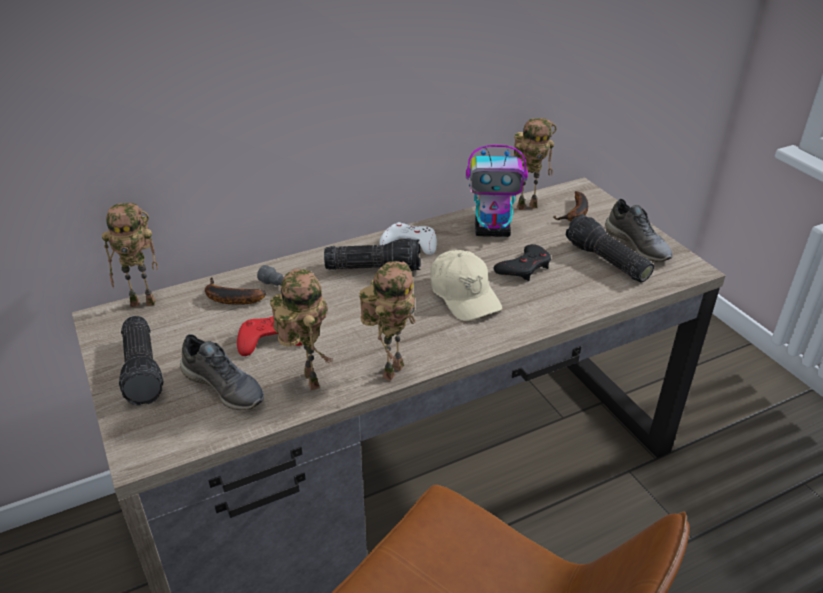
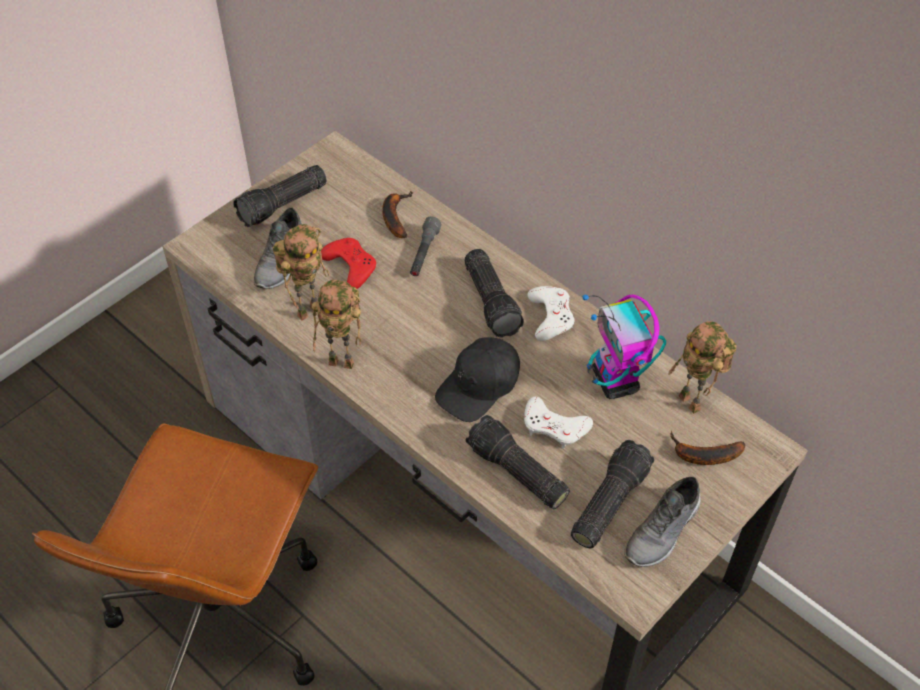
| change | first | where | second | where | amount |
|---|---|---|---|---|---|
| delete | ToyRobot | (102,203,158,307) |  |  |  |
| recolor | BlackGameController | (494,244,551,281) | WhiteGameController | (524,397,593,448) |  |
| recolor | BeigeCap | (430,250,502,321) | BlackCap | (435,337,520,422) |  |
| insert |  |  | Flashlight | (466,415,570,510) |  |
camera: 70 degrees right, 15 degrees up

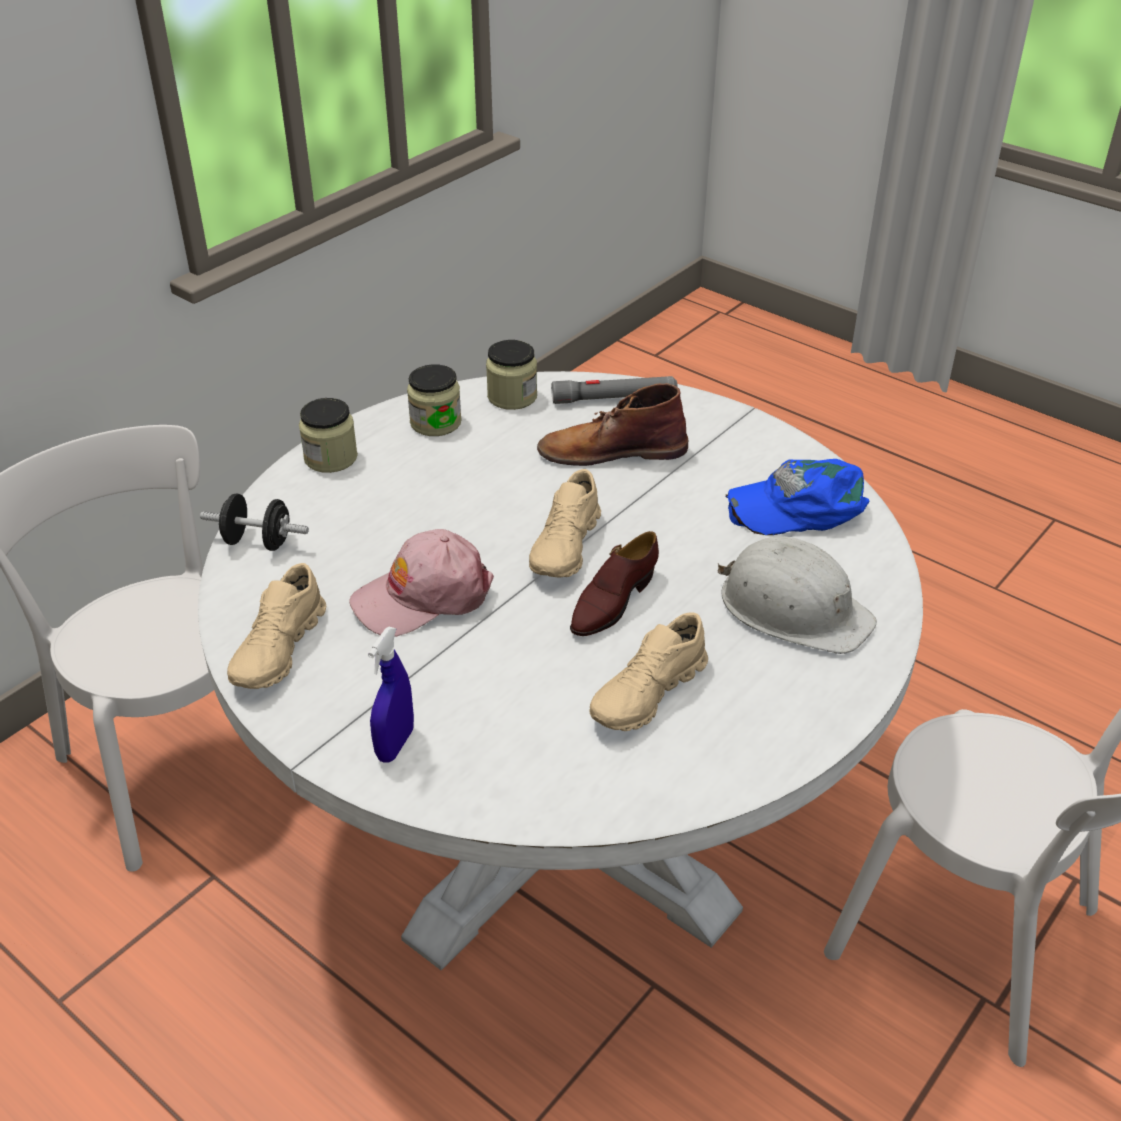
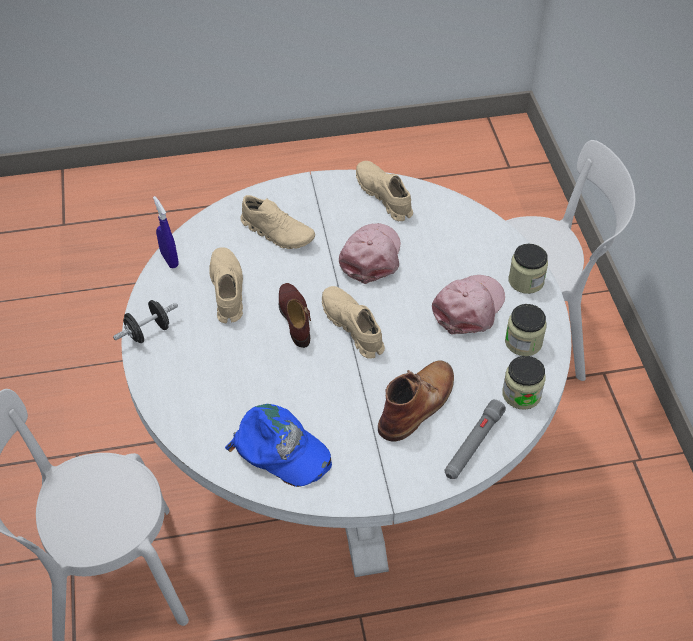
| change | first | where | second | where | amount |
|---|---|---|---|---|---|
| rotate | BlueCap | (725,459,870,535) |  | (225,404,332,487) | 90 degrees clockwise |
| move | BlackDumbbell | (200,494,309,551) |  | (113,300,178,343) |  |
| delete | WhiteHardHat | (718,536,877,654) |  |  |  |
| move | BlueSprayBottle | (368,627,414,763) |  | (153,196,179,268) |  |
| insert |  |  | BeigeShoe | (240,195,315,249) |  |
| insert |  |  | PinkCap | (432,275,505,334) |  |
camera: 130 degrees right, 10 degrees up

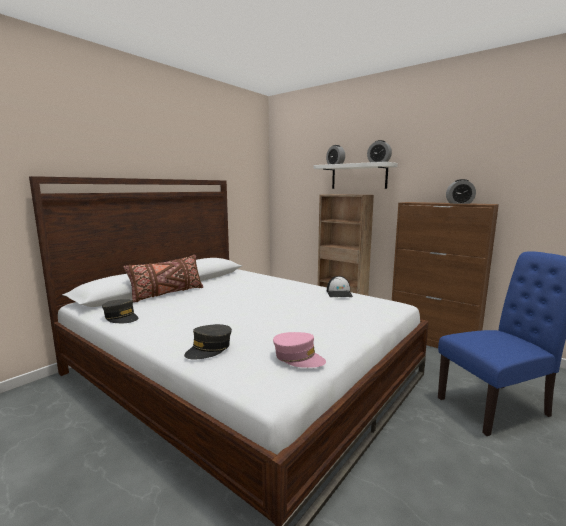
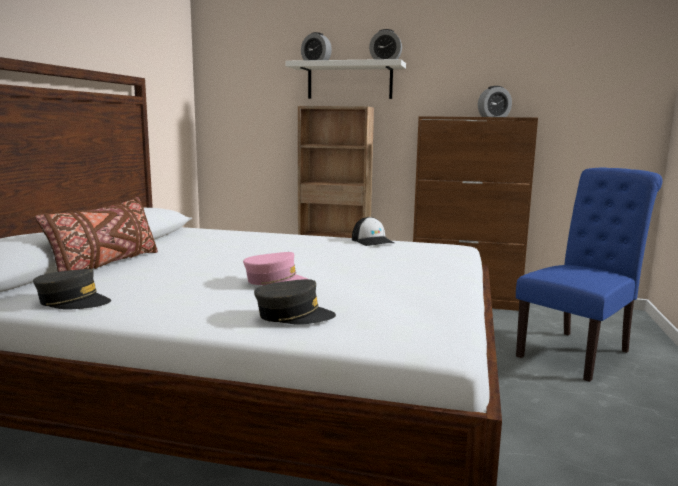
| change | first | where | second | where | amount |
|---|---|---|---|---|---|
| rotate | GreyCap | (184,324,232,360) |  | (254,279,336,325) | 105 degrees counterclockwise |
| move | PinkCap | (273,332,326,368) |  | (243,252,308,285) |  |
camera: 25 degrees left, 0 degrees up

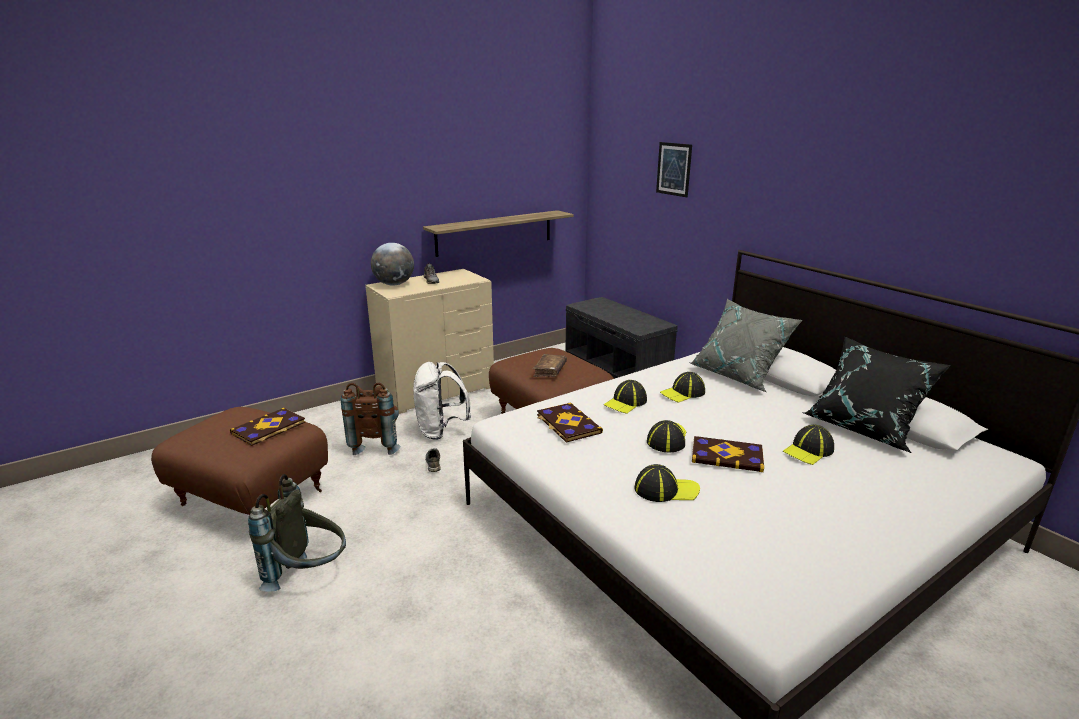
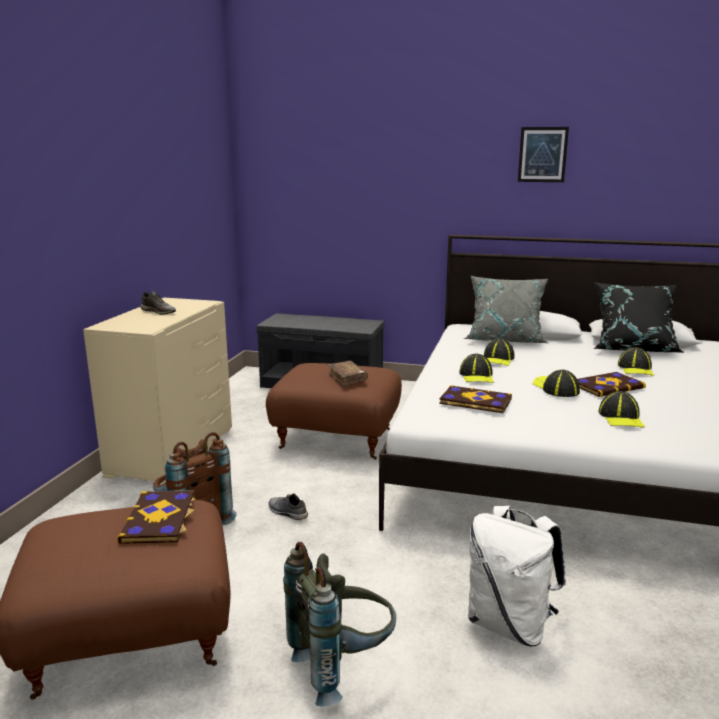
| change | first | where | second | where | amount |
|---|---|---|---|---|---|
| move | Picture | (656,142,692,197) |  | (518,127,569,182) |  |
| delete | Shelf | (423,210,574,257) |  |  |  |
| delete | Globe | (371,243,414,286) |  |  |  |
| move | WhiteBackpack | (413,362,471,440) |  | (468,505,566,646) |  |
| rotate | Cap | (635,464,700,502) |  | (598,391,645,427) | 135 degrees clockwise |
camera: 40 degrees left, 5 degrees down

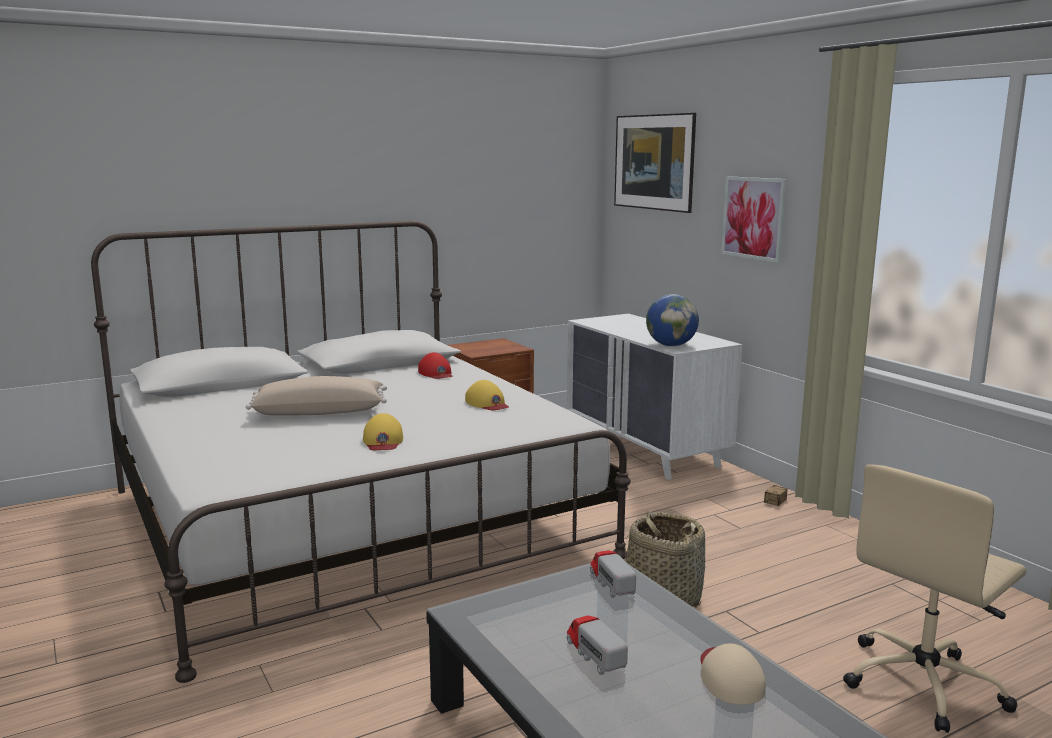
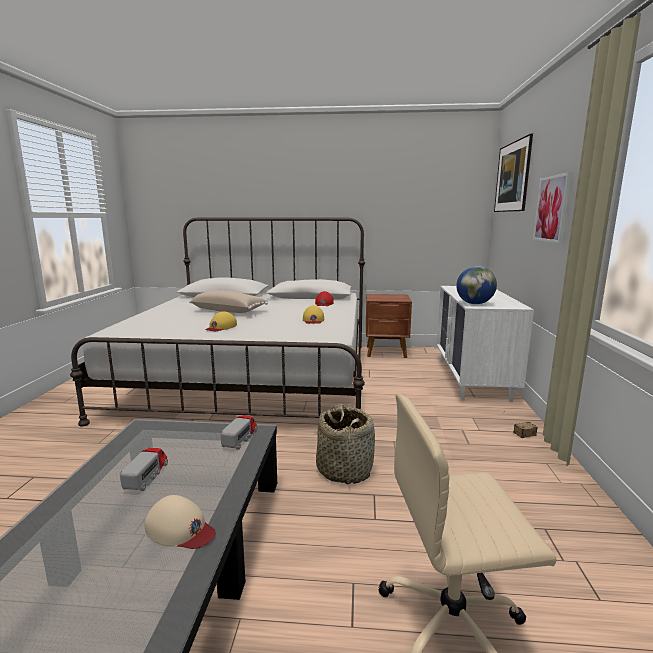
| change | first | where | second | where | amount |
|---|---|---|---|---|---|
| rotate | BeigeCap | (700,643,766,705) |  | (145,495,216,549) | 90 degrees clockwise |
camera: 35 degrees right, 0 degrees up

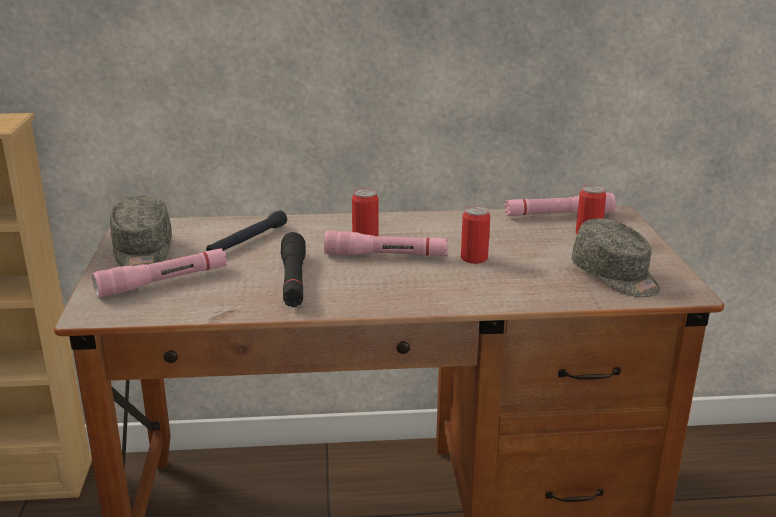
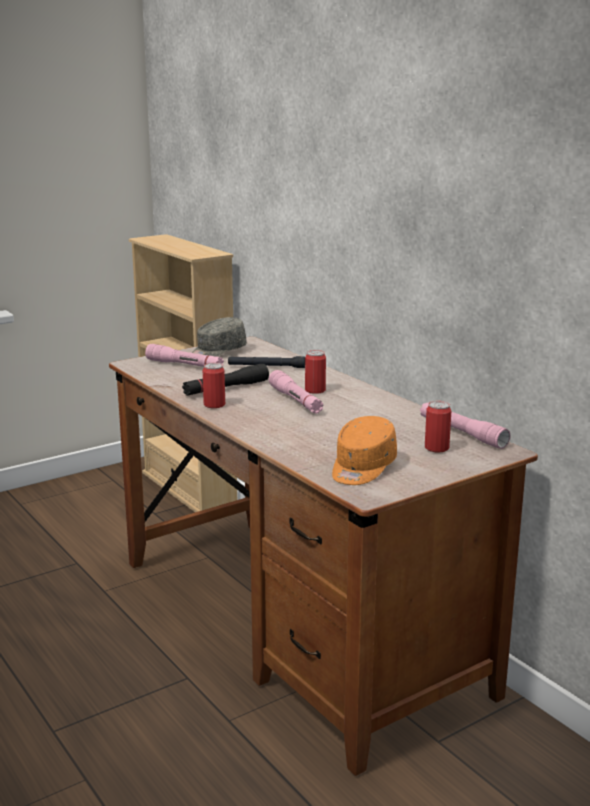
| change | first | where | second | where | amount |
|---|---|---|---|---|---|
| move | Can | (461,205,490,264) |  | (203,363,225,408) |  |
| recolor | GreyCap | (572,218,661,297) | OrangeCap | (332,416,397,485) |  |
camera: 60 degrees right, 5 degrees down

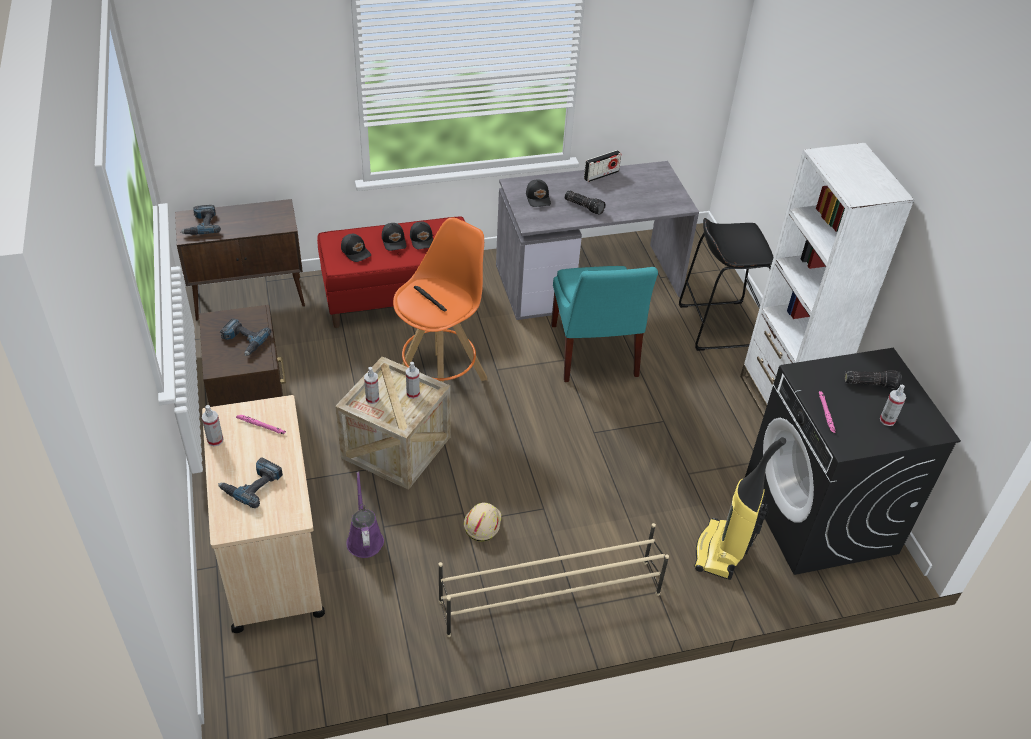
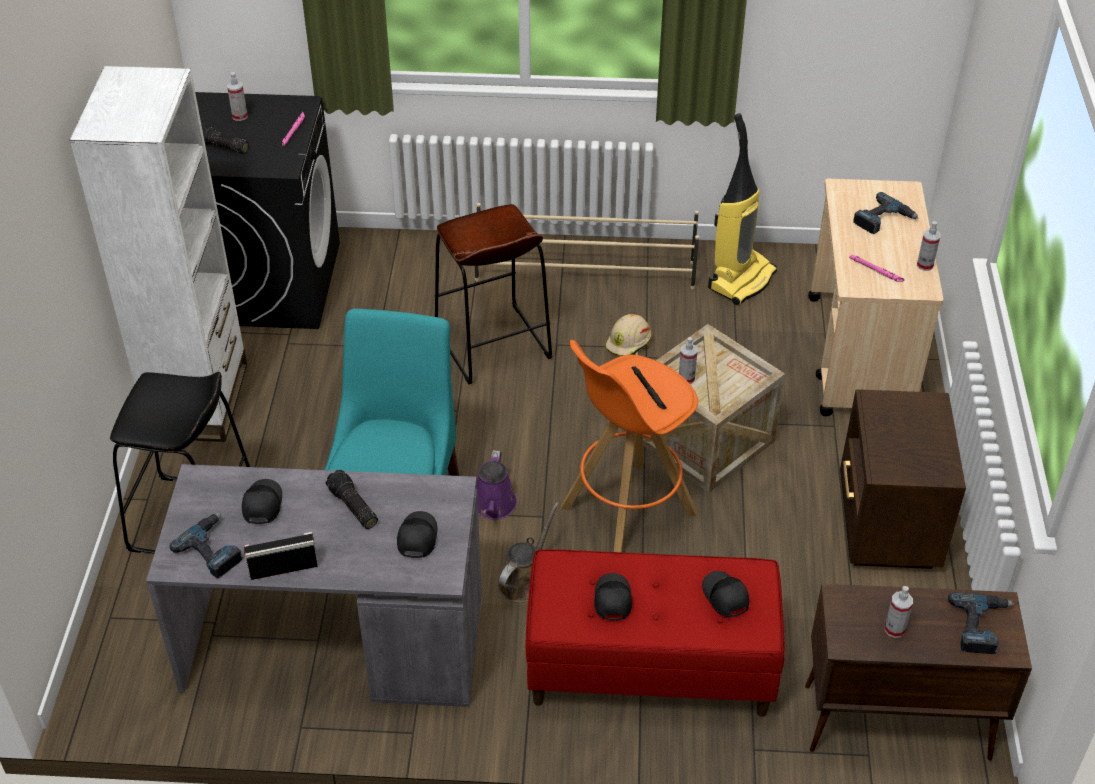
| change | first | where | second | where | amount |
|---|---|---|---|---|---|
| move | BlackCap | (382,223,407,251) |  | (242,479,282,524) |  |
| move | PowerDrill | (220,318,271,356) |  | (170,513,243,578) |  |
| move | SprayBottle | (364,367,379,404) |  | (885,586,913,638) |  |
| move | VacuumCleaner | (694,437,786,580) |  | (708,113,777,305) |  |
| move | PurpleWateringCan | (346,471,384,558) |  | (476,450,517,520) |  |
| insert |  |  | BrownStool | (435,204,552,385) |  |
| insert |  |  | BrownWateringCan | (498,502,559,603) |  |
camera: 160 degrees left, 0 degrees up

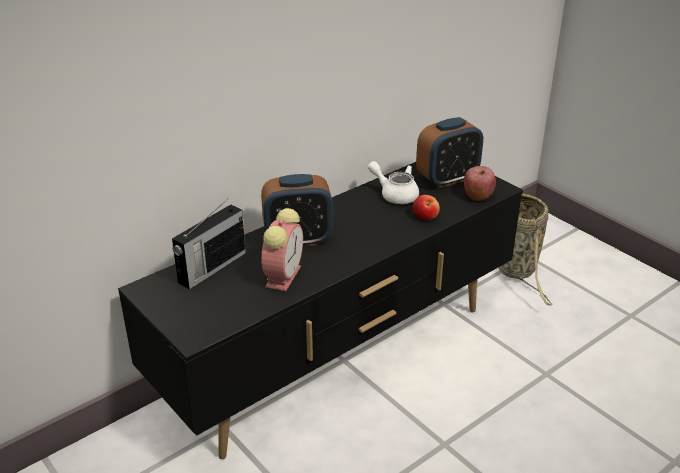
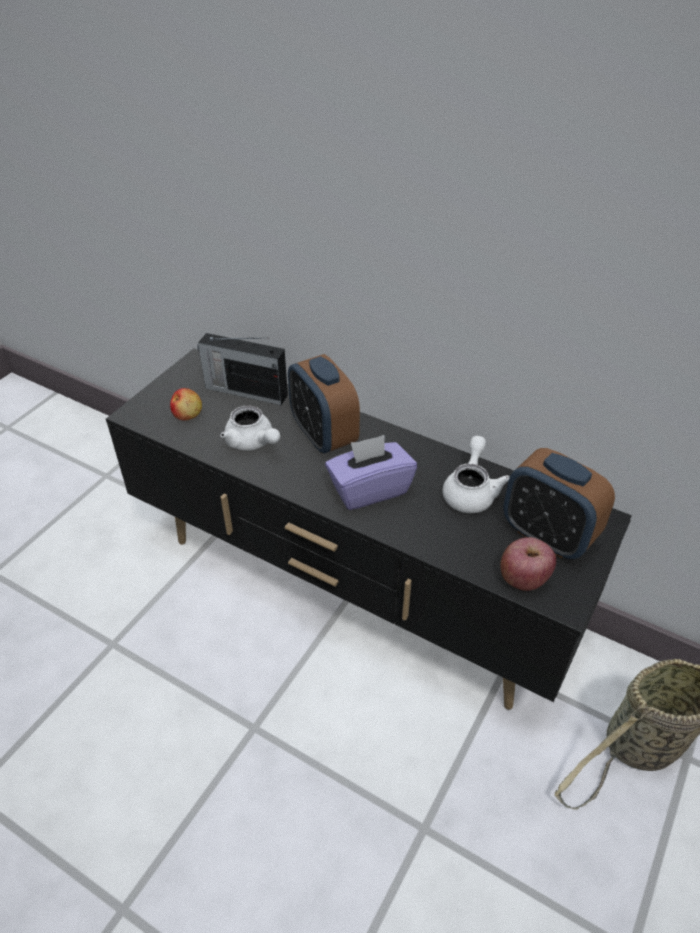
| change | first | where | second | where | amount |
|---|---|---|---|---|---|
| move | Apple | (413,195,440,220) |  | (170,388,202,421) |  |
| replace | AlarmClock | (261,208,303,291) | WhiteTeapot | (221,405,280,451) |  |
| insert |  |  | PurpleTissueBox | (325,435,417,510) |  |
camera: 70 degrees right, 10 degrees up

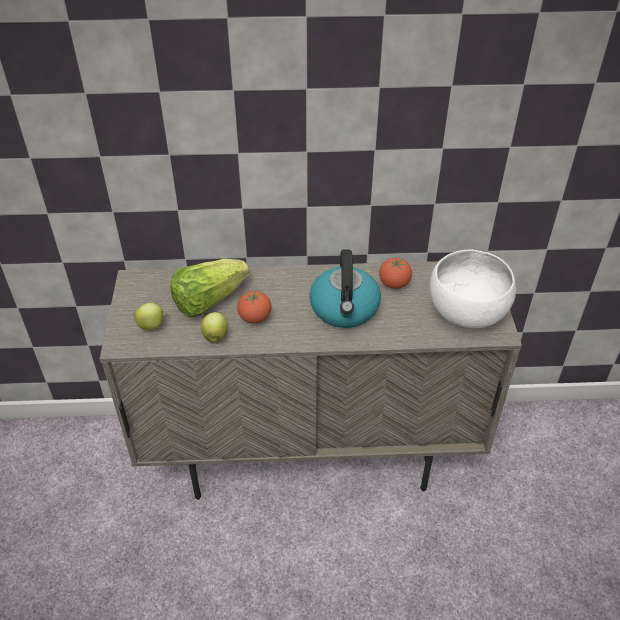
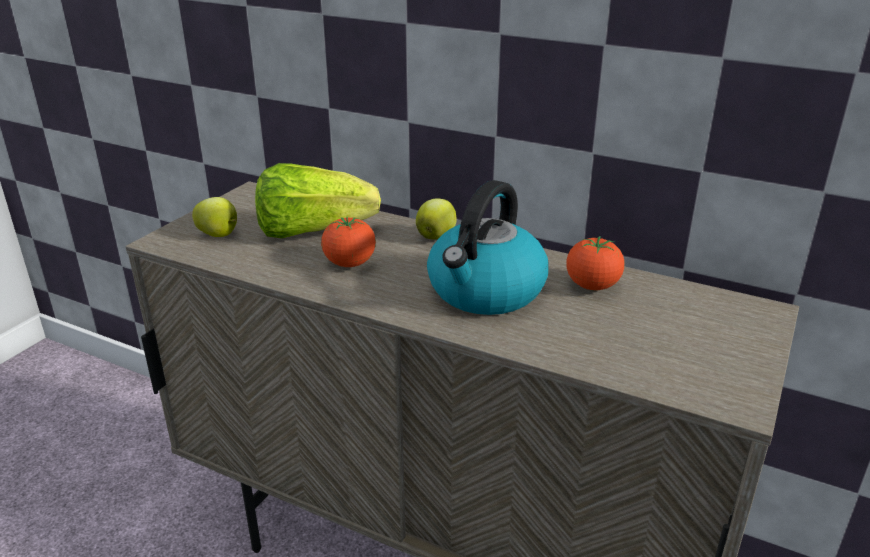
| change | first | where | second | where | amount |
|---|---|---|---|---|---|
| delete | WhiteBowl | (430,250,516,328) |  |  |  |
| move | Apple | (201,312,228,343) |  | (416,198,456,239) |  |
camera: 30 degrees right, 15 degrees down

